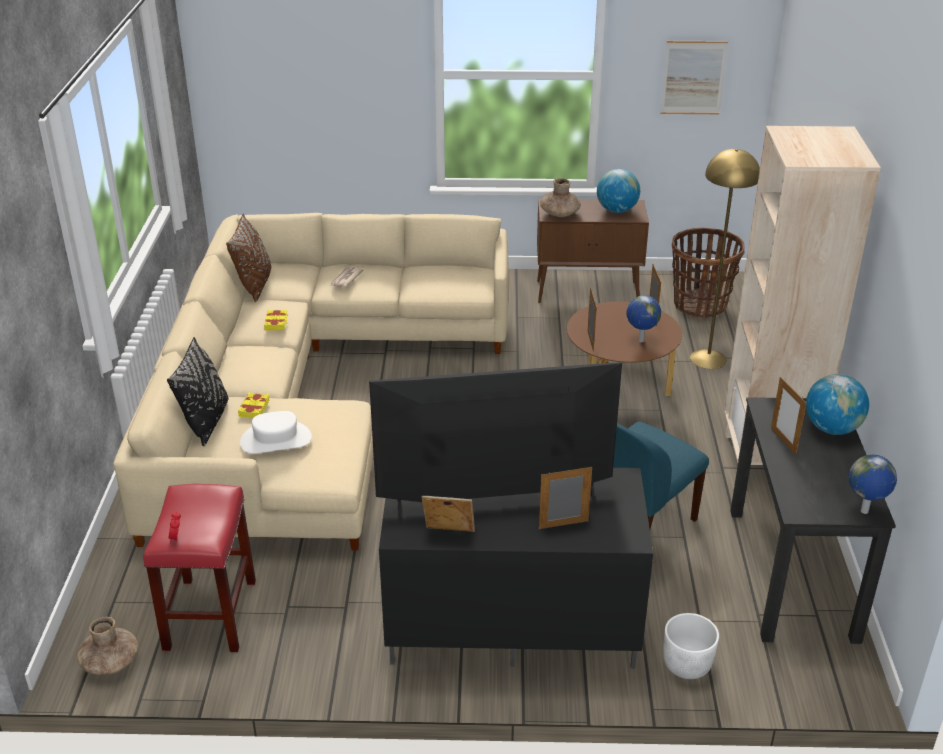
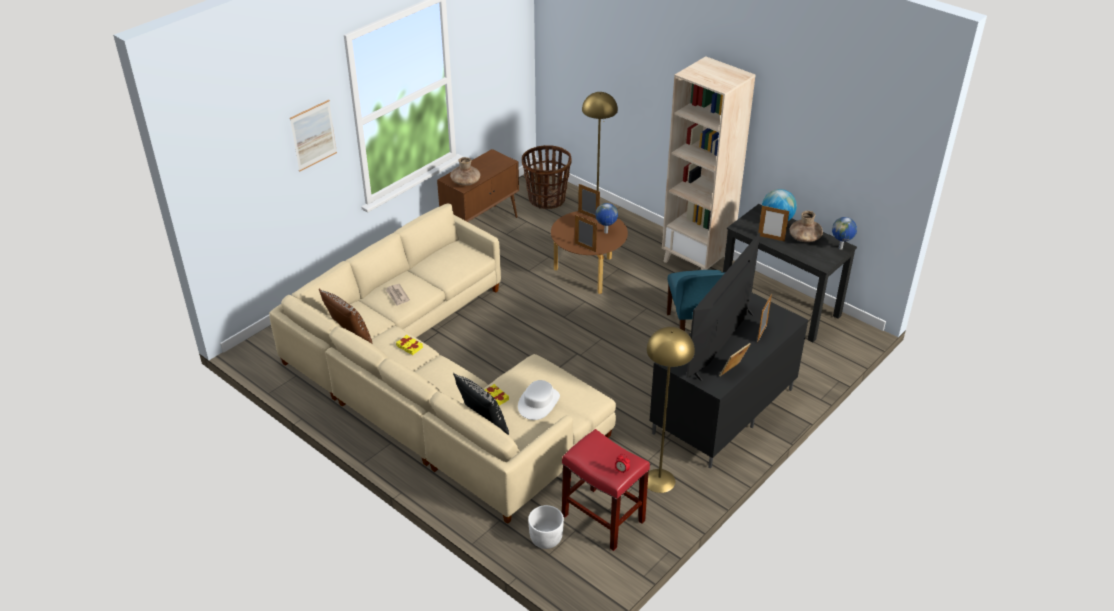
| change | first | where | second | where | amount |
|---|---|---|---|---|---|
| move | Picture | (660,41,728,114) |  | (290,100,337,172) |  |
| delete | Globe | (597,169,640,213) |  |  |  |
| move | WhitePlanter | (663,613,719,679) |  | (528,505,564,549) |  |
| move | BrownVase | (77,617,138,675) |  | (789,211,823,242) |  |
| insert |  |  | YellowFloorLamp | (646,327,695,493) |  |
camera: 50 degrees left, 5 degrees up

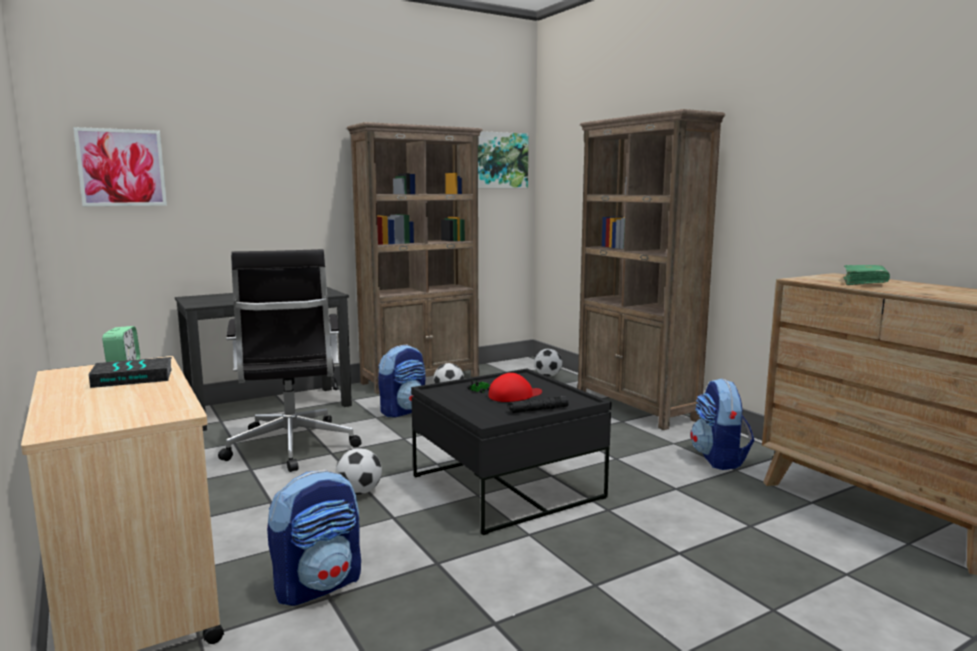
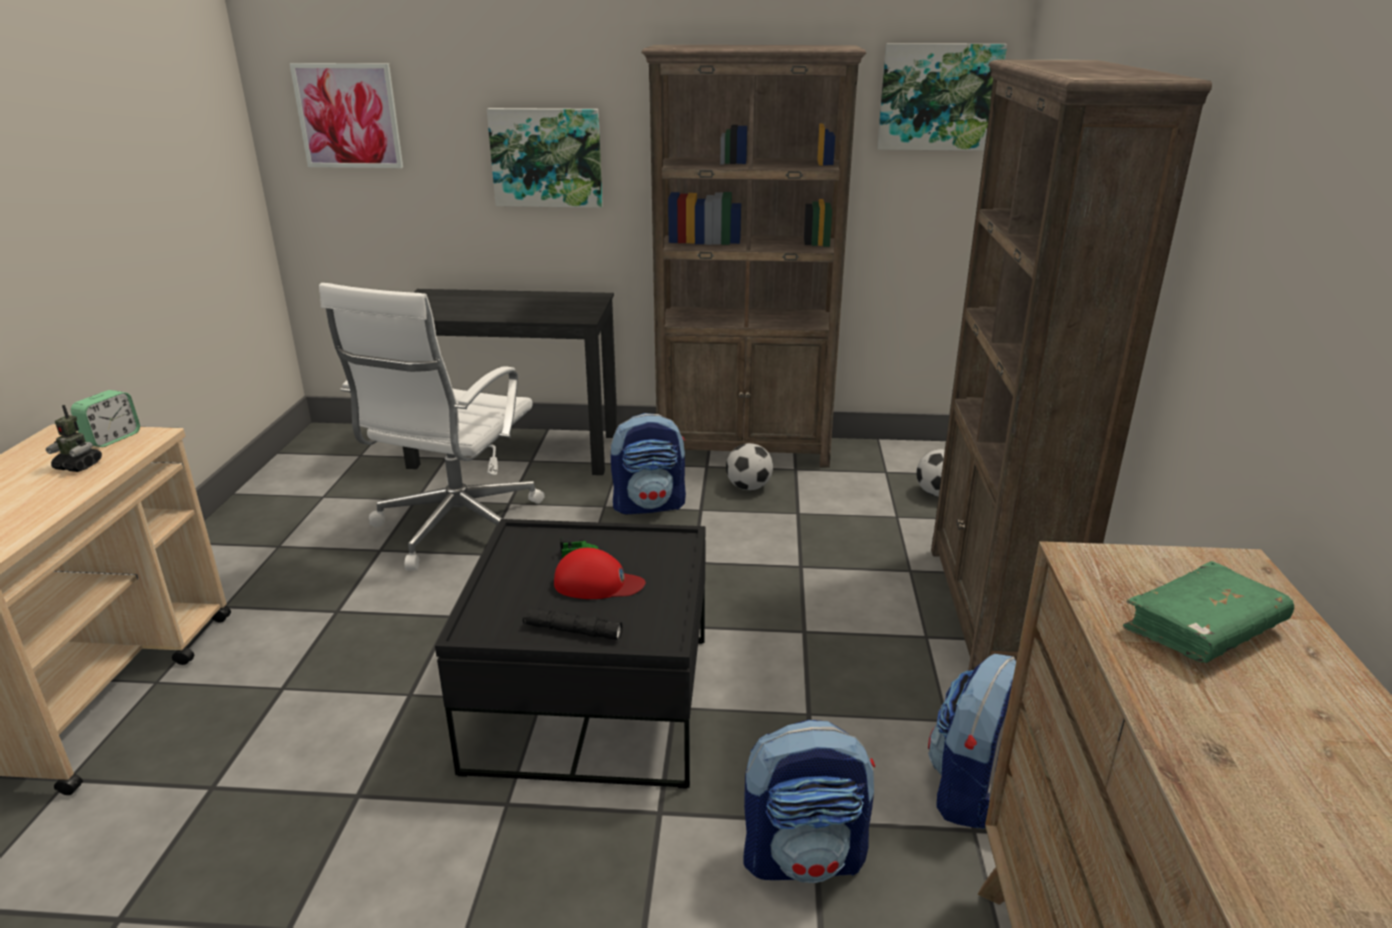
| change | first | where | second | where | amount |
|---|---|---|---|---|---|
| recolor | BlackOfficeChair | (218,249,362,472) | WhiteOfficeChair | (319,283,545,570) |  |
| replace | Book | (89,357,172,388) | ToyRobot | (46,405,102,472) |  |
| delete | Football | (335,448,382,495) |  |  |  |
| move | Backpack | (267,470,361,606) |  | (743,720,875,883) |  |
| insert |  |  | Picture | (487,108,603,208) |  |
camera: 35 degrees right, 15 degrees up

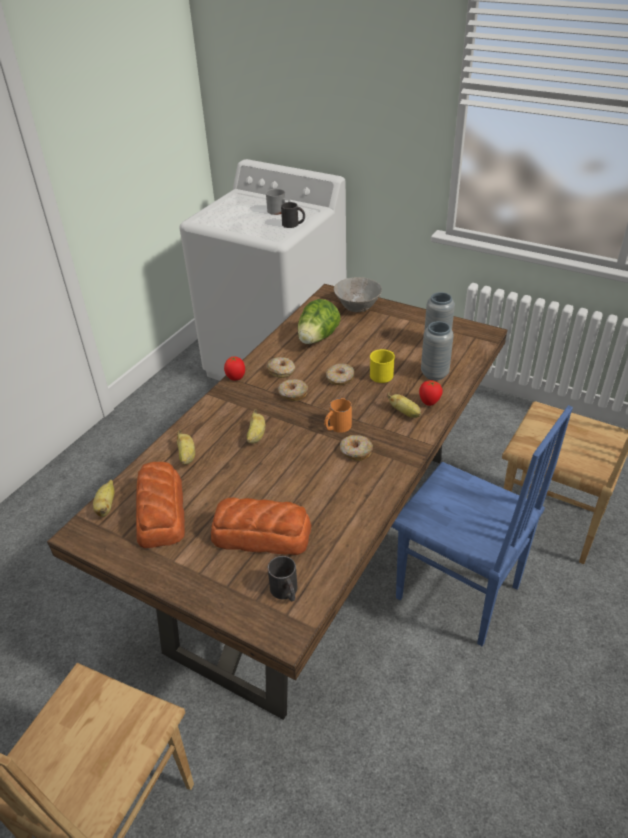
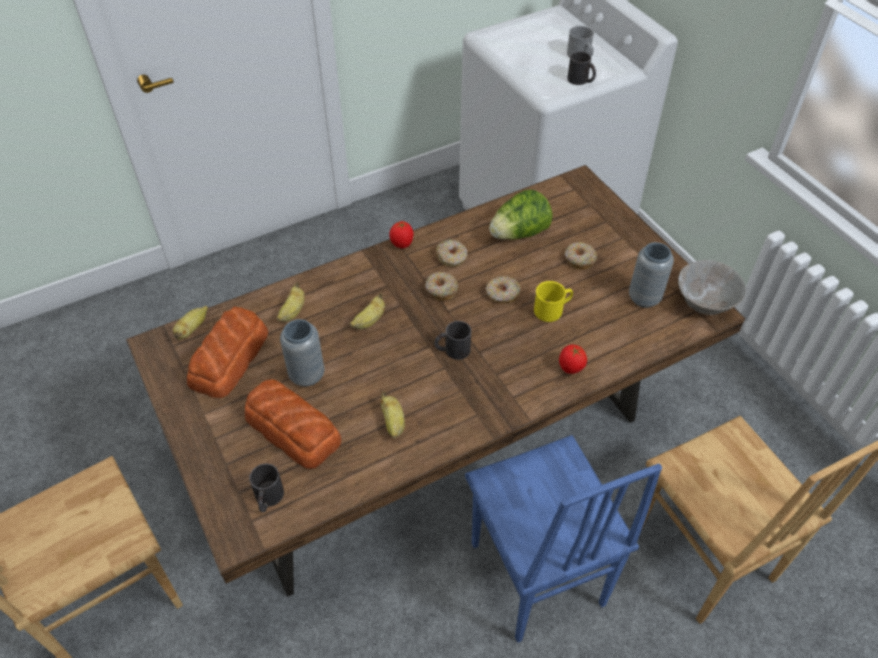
| change | first | where | second | where | amount |
|---|---|---|---|---|---|
| move | GreyBowl | (334,277,382,312) |  | (678,260,746,315) |  |
| move | GreyVase | (421,321,454,381) |  | (280,319,324,386) |  |
| move | Banana | (387,392,421,418) |  | (381,391,405,439) |  |
| recolor | OrangeMug | (324,398,352,433) | BlackMug | (434,321,471,360) |  |
| move | Donut | (340,435,373,461) |  | (565,242,597,270) |  |
camera: 30 degrees right, 10 degrees up

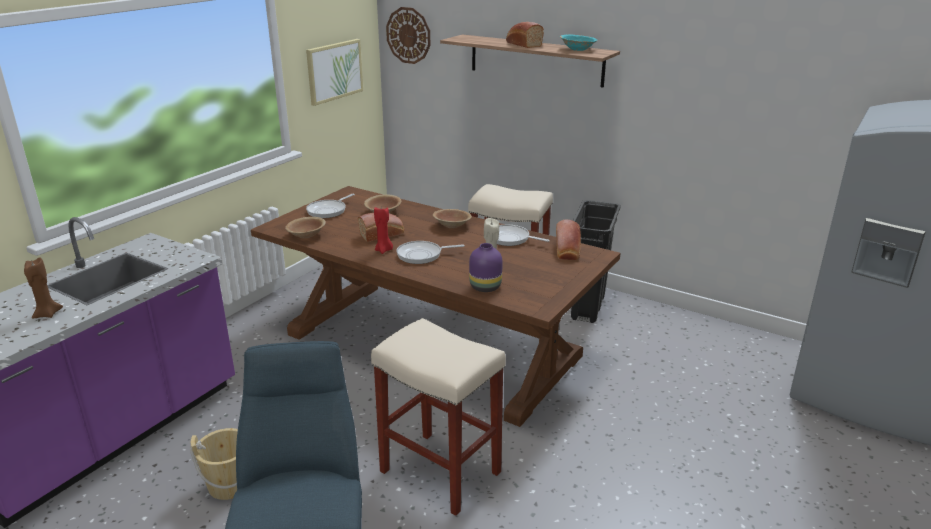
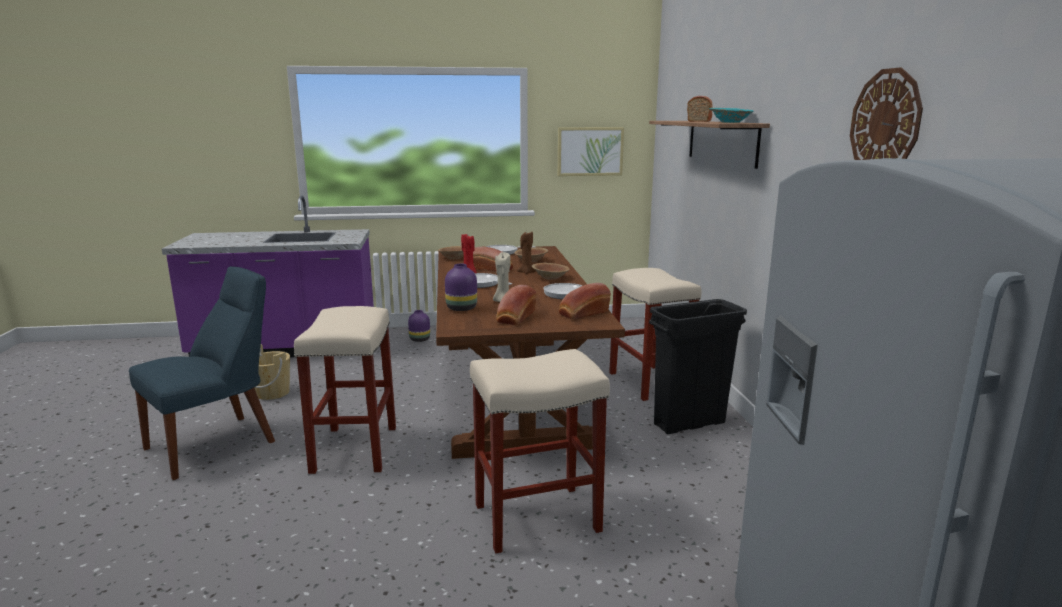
| change | first | where | second | where | amount |
|---|---|---|---|---|---|
| move | WallClock | (386,7,430,64) |  | (850,67,923,160) |  |
| move | BrownCandle | (24,257,63,319) |  | (517,232,536,274) |  |
| insert |  |  | Bread | (496,285,537,325) |  |
| insert |  |  | PurpleVase | (408,310,430,342) |  |
| insert |  |  | BeigeStool | (470,349,610,554) |  |
camera: 50 degrees right, 10 degrees down

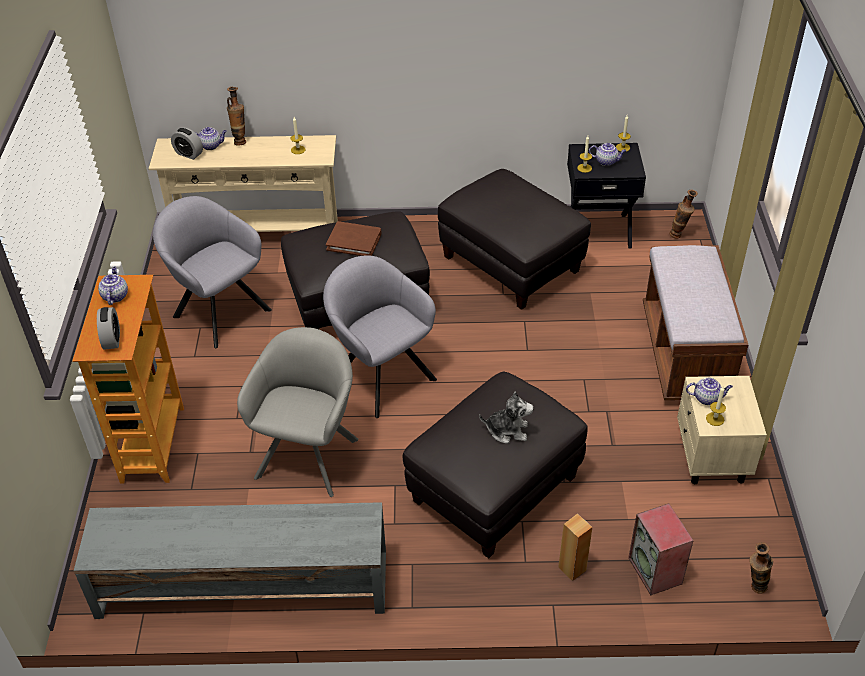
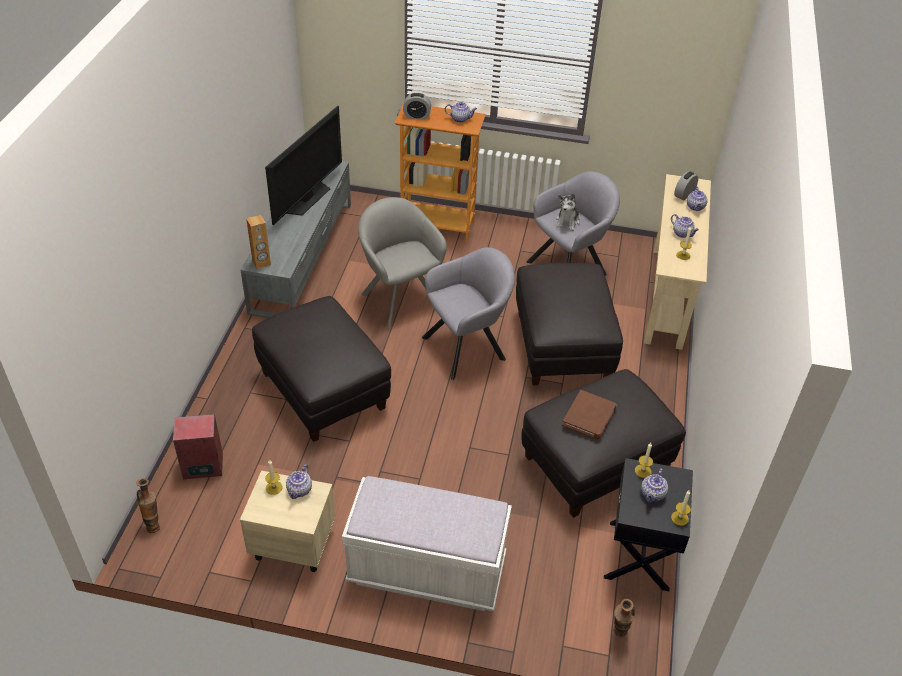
| change | first | where | second | where | amount |
|---|---|---|---|---|---|
| delete | Vase | (227,87,246,146) |  |  |  |
| move | BrownBook | (326,221,381,256) |  | (562,390,617,440) |  |
| recolor | BrownBench | (643,245,748,400) | WhiteBench | (342,476,512,611) |  |
| rotate | GreyArmchair | (237,327,358,497) |  | (358,197,447,329) | 150 degrees counterclockwise |
| move | PlushToy | (479,391,534,444) |  | (556,193,580,231) |  |
| move | BrownSpeaker | (558,513,592,581) |  | (246,215,271,269) |  |
| insert |  |  | Television | (265,106,342,225) |  |
| insert |  |  | Teapot | (671,214,699,238) |  |
camera: 100 degrees right, 0 degrees up

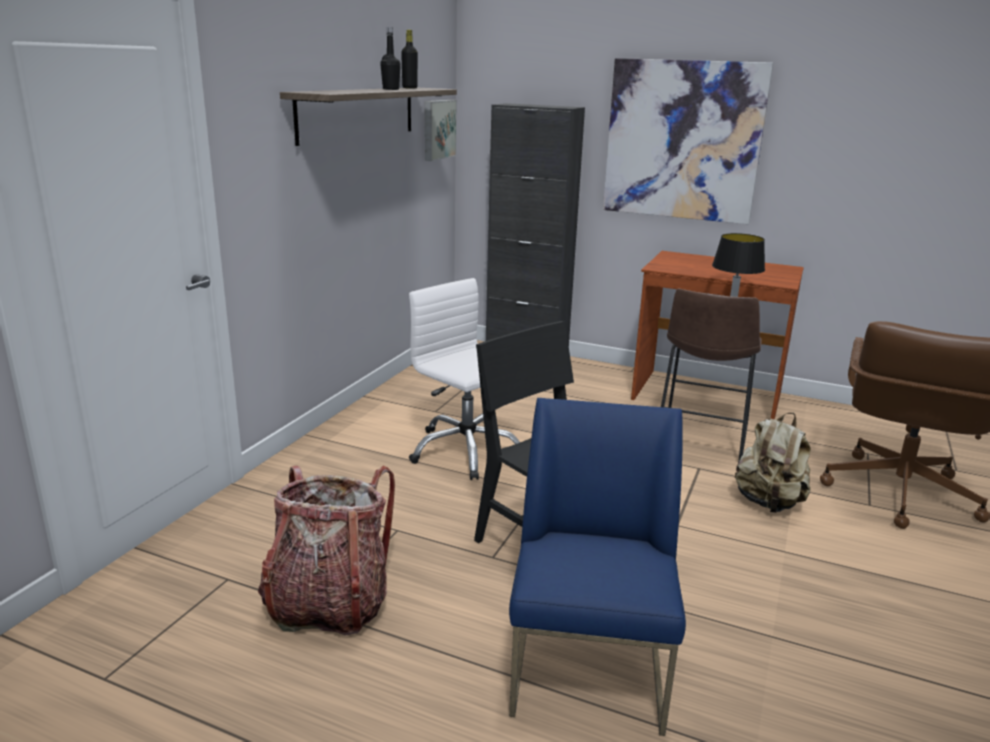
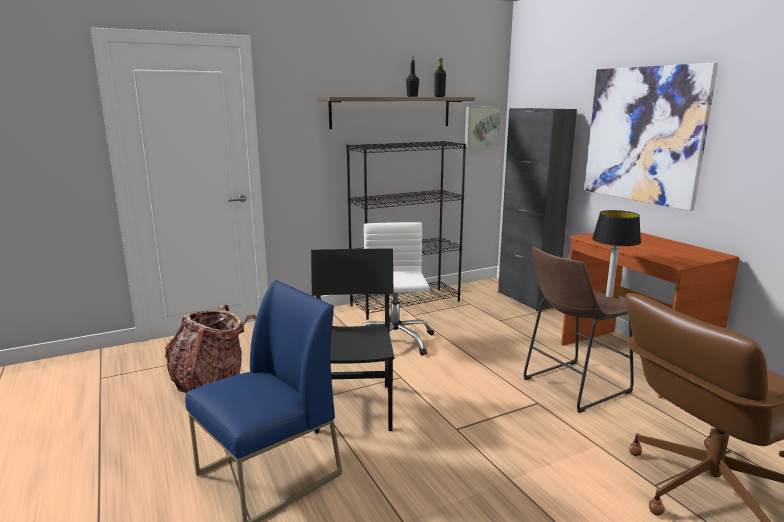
| change | first | where | second | where | amount |
|---|---|---|---|---|---|
| delete | BeigeBackpack | (735,413,811,513) |  |  |  |
| insert |  |  | BlackBookcase | (346,141,466,320) |  |
camera: 40 degrees right, 5 degrees down

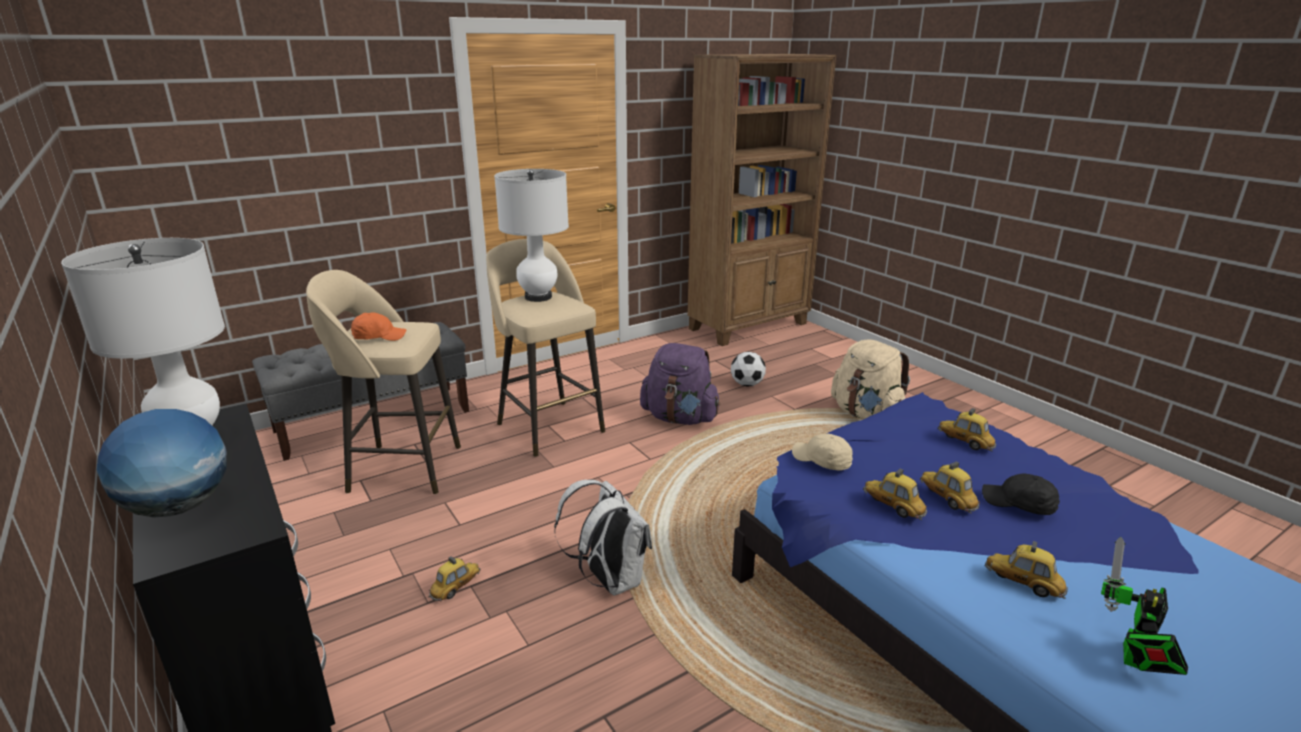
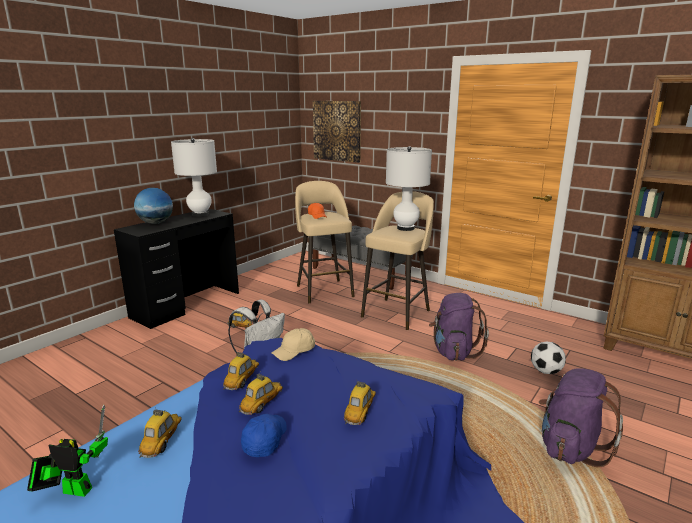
| change | first | where | second | where | amount |
|---|---|---|---|---|---|
| recolor | BeigeBackpack | (831,339,910,420) | PurpleBackpack | (539,368,623,467) |  |
| rotate | BeigeCap | (792,434,853,471) |  | (272,328,315,361) | 150 degrees counterclockwise |
| recolor | BlackCap | (982,473,1060,515) | BlueCap | (241,414,287,457) |  |
| insert |  |  | Picture | (313,101,361,163) |  |
camera: 70 degrees right, 5 degrees down

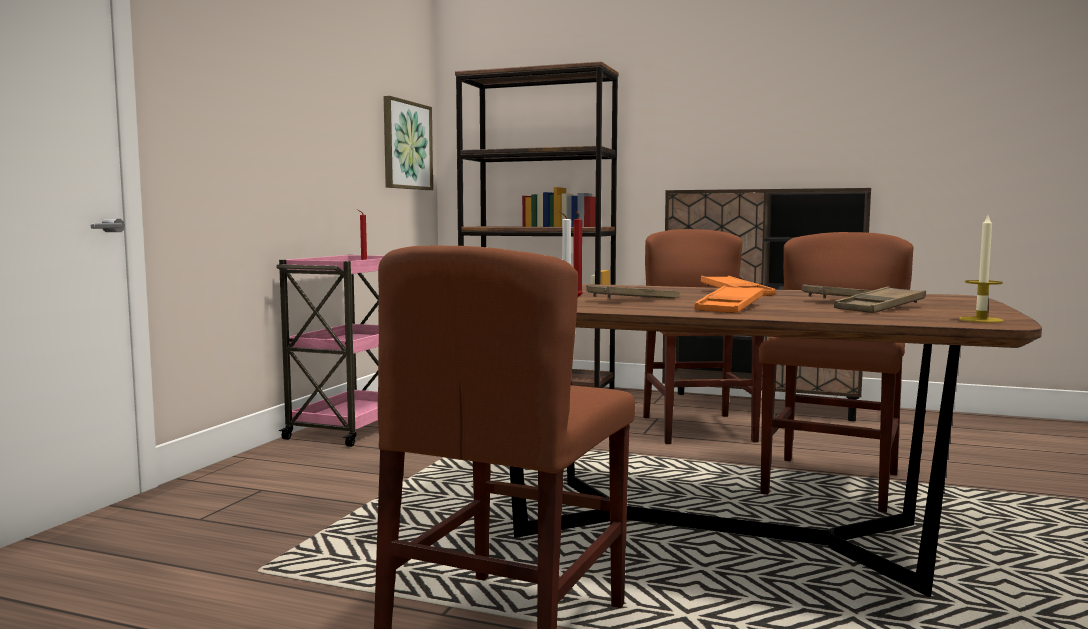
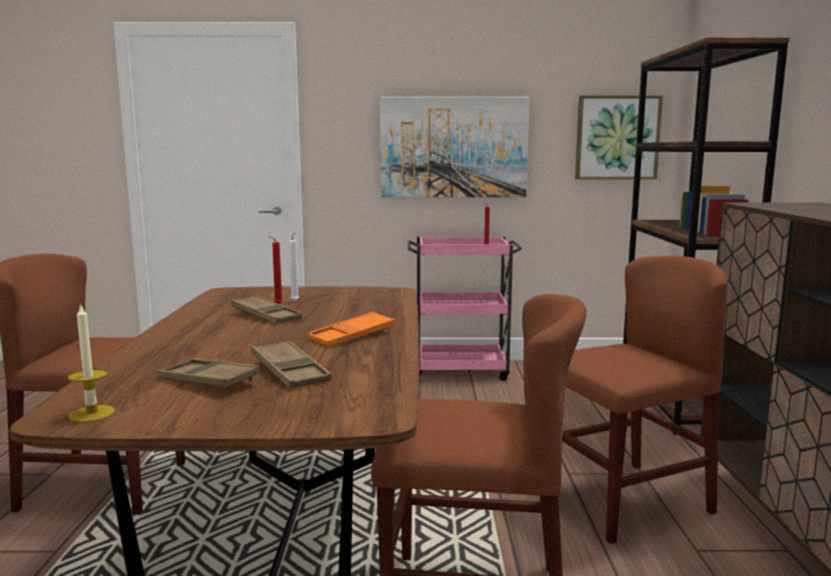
| change | first | where | second | where | amount |
|---|---|---|---|---|---|
| delete | OrangeTray | (694,286,763,313) |  |  |  |
| insert |  |  | Picture | (380,97,529,197) |  |
camera: 70 degrees right, 5 degrees up

